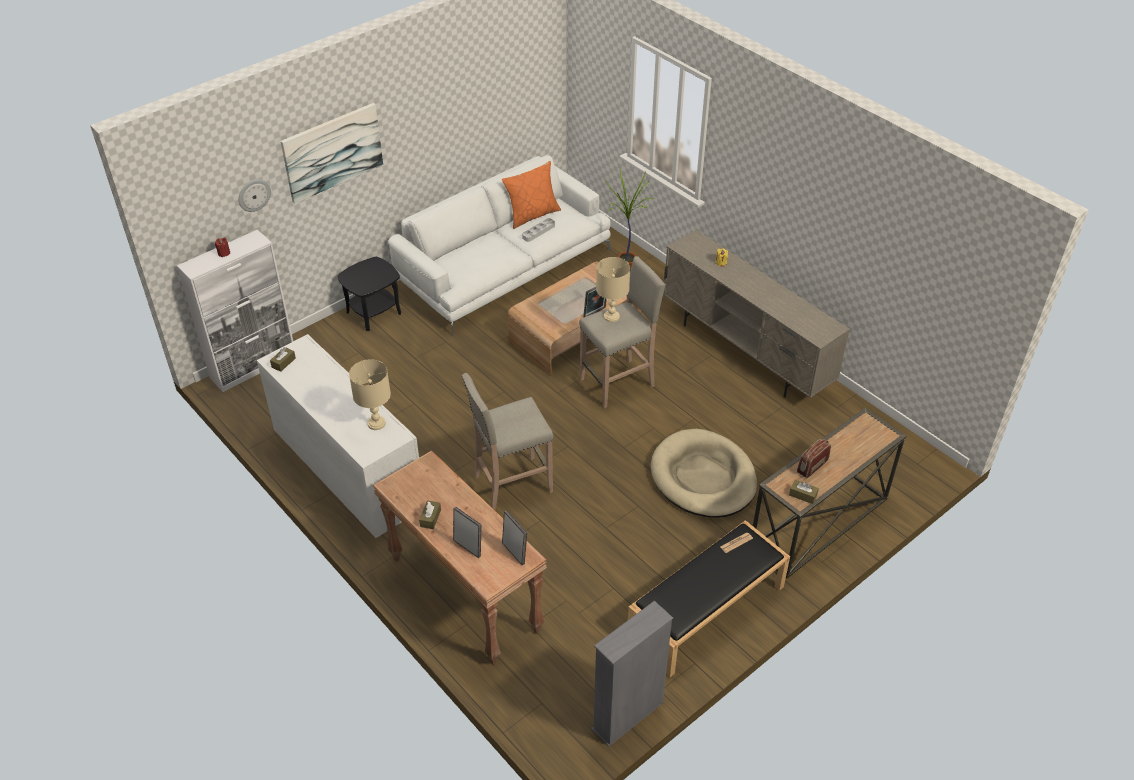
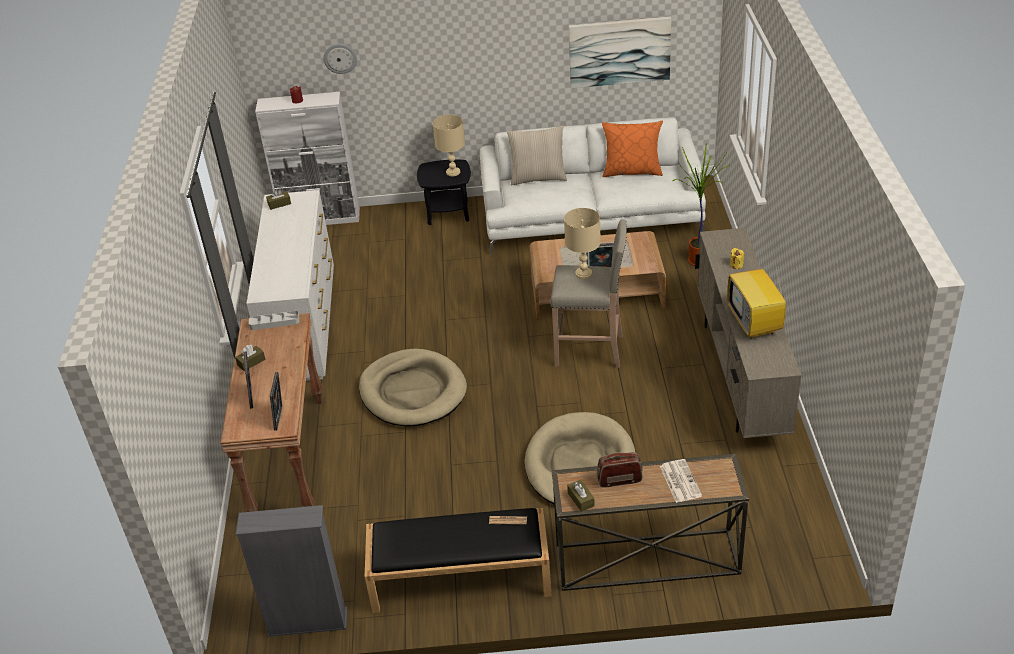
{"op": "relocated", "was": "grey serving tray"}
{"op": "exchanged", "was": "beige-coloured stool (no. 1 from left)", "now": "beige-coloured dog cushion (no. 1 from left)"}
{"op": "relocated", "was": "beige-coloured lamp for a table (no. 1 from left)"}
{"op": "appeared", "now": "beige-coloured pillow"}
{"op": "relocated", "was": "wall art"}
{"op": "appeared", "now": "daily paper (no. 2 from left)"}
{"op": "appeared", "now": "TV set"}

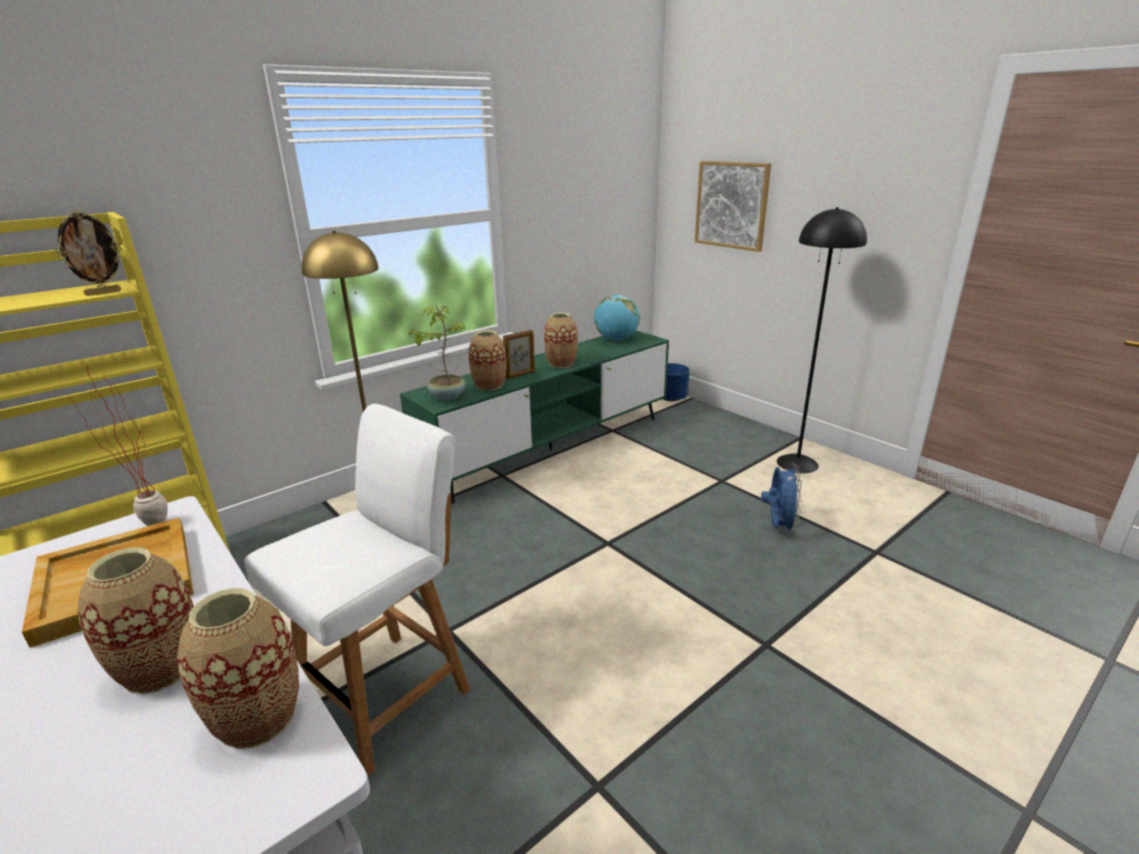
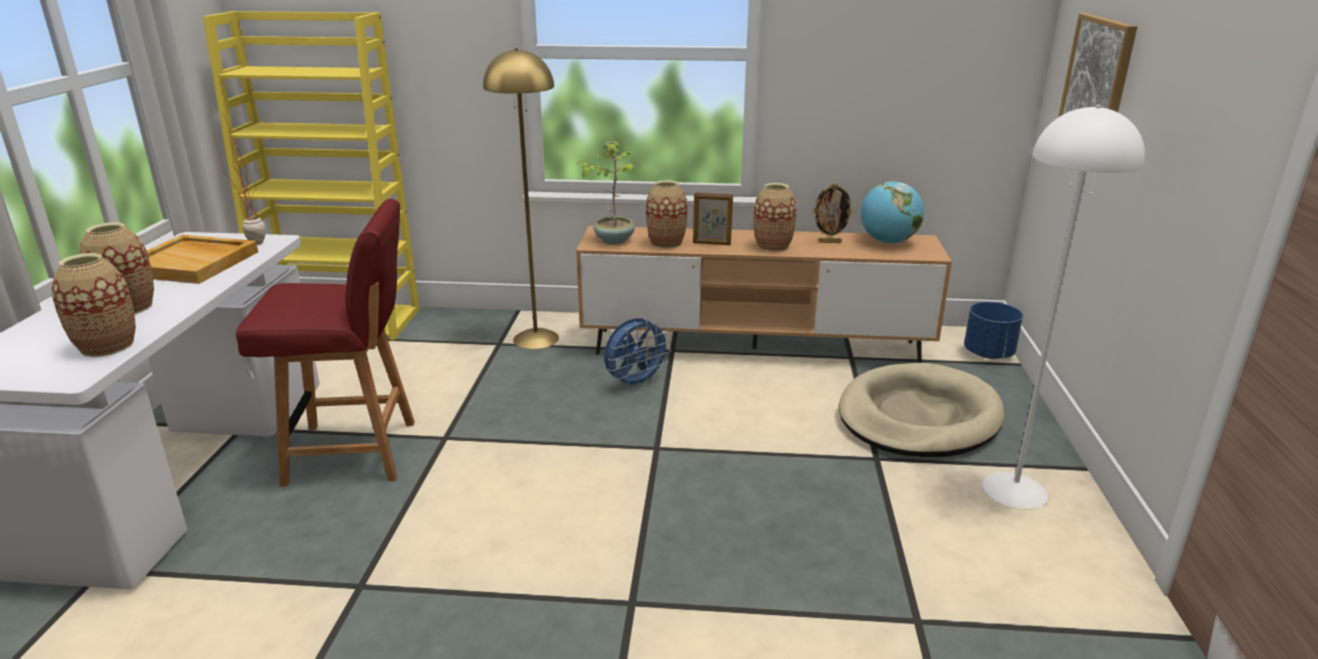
{"op": "colour", "was": "white-coloured plain chair", "now": "reddish plain chair"}
{"op": "colour", "was": "greenish tv stand", "now": "brown tv stand"}
{"op": "relocated", "was": "bluish electric fan"}
{"op": "relocated", "was": "photo frame (no. 1 from left in the first image)", "now": "photo frame (no. 2 from left)"}
{"op": "appeared", "now": "beige-coloured dog cushion"}
{"op": "colour", "was": "black standing lamp", "now": "white-coloured standing lamp"}

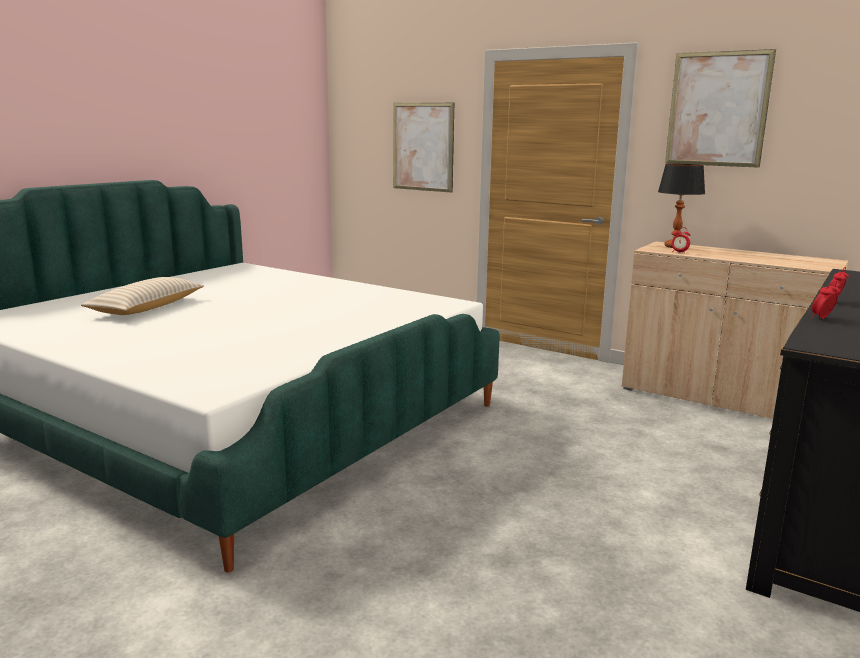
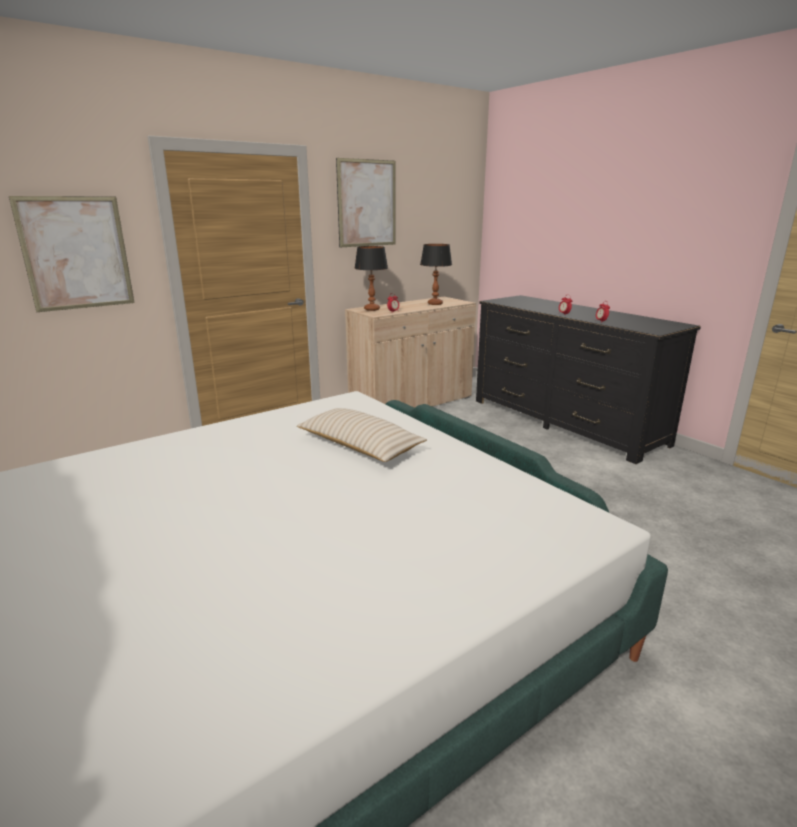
{"op": "relocated", "was": "beige-coloured pillow"}
{"op": "appeared", "now": "lamp for a table (no. 2 from left)"}

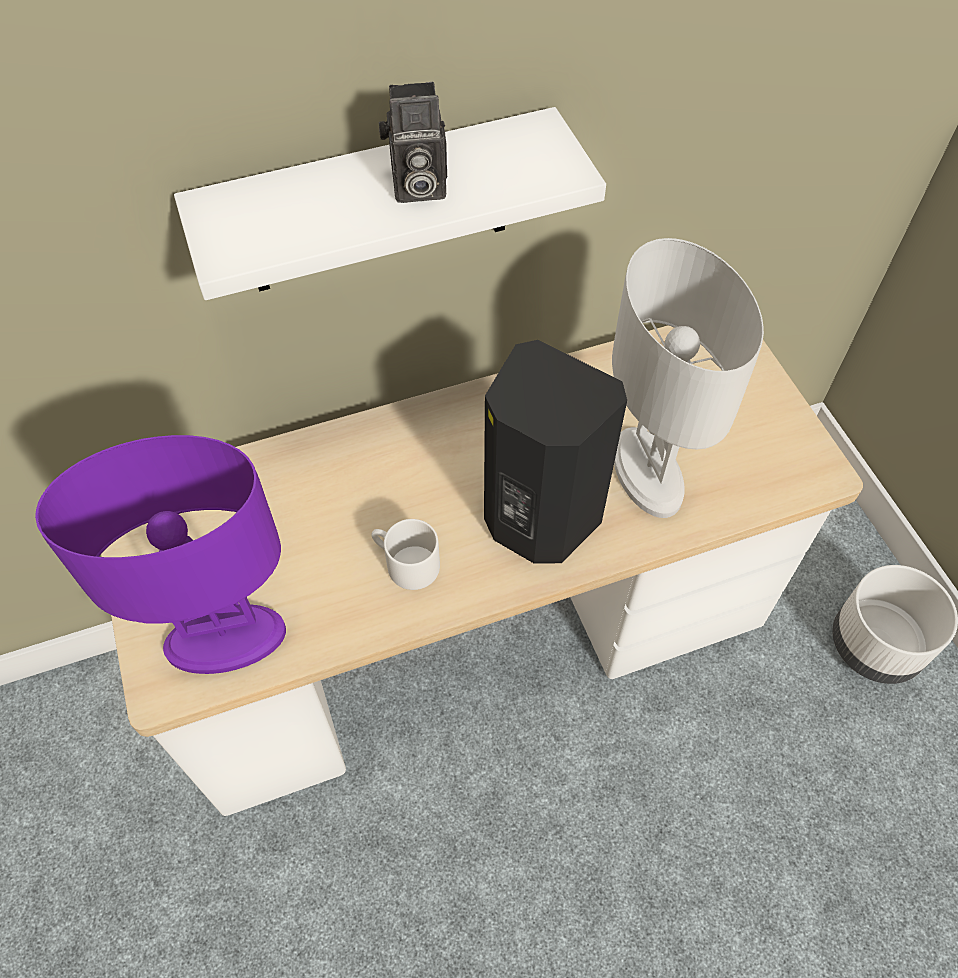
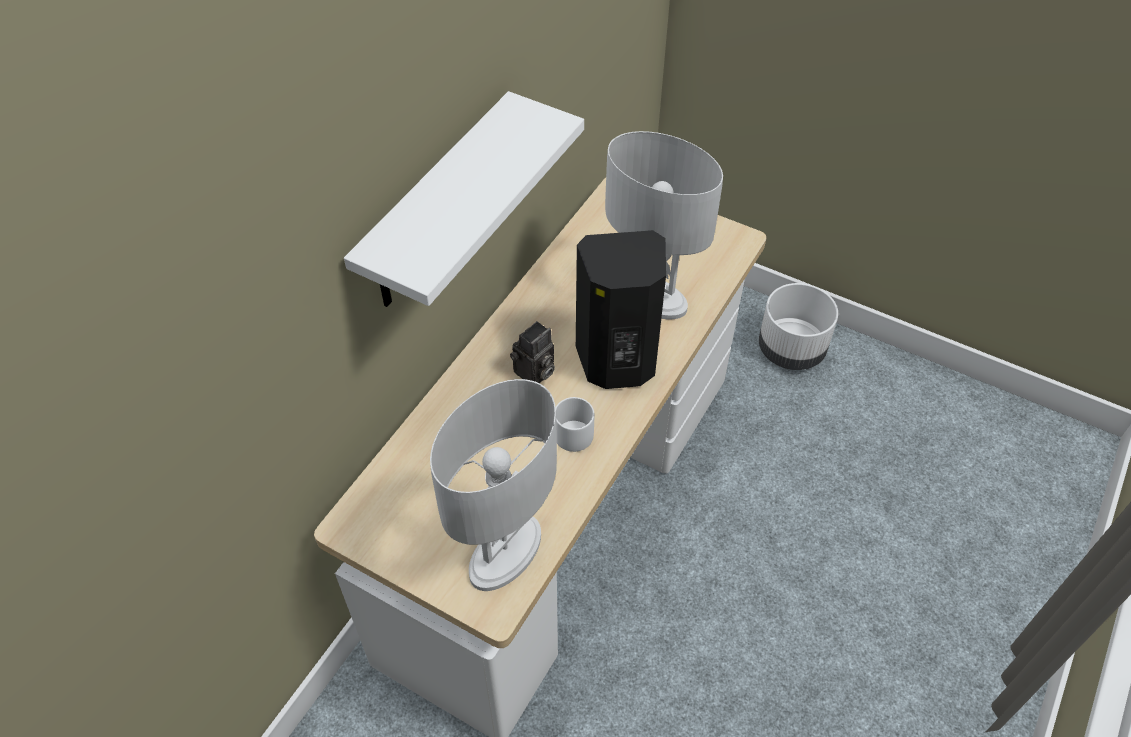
{"op": "colour", "was": "purple-coloured lamp for a table", "now": "white-coloured lamp for a table (no. 1 from left)"}
{"op": "relocated", "was": "still camera"}

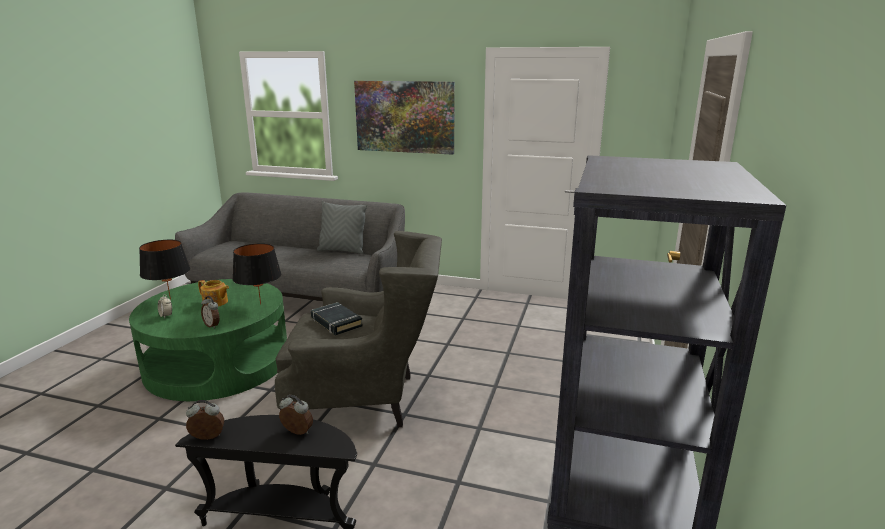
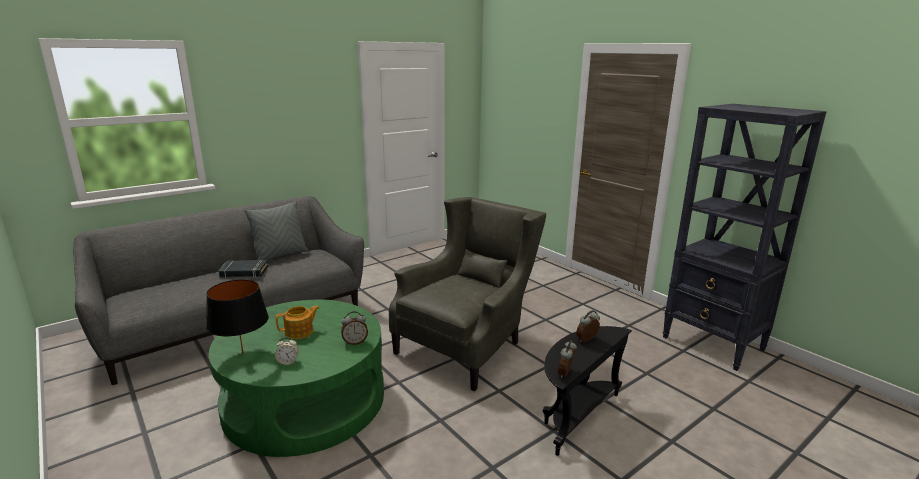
{"op": "relocated", "was": "black volume"}
{"op": "missing", "was": "black lamp for a table (no. 2 from left)"}
{"op": "missing", "was": "wall art"}

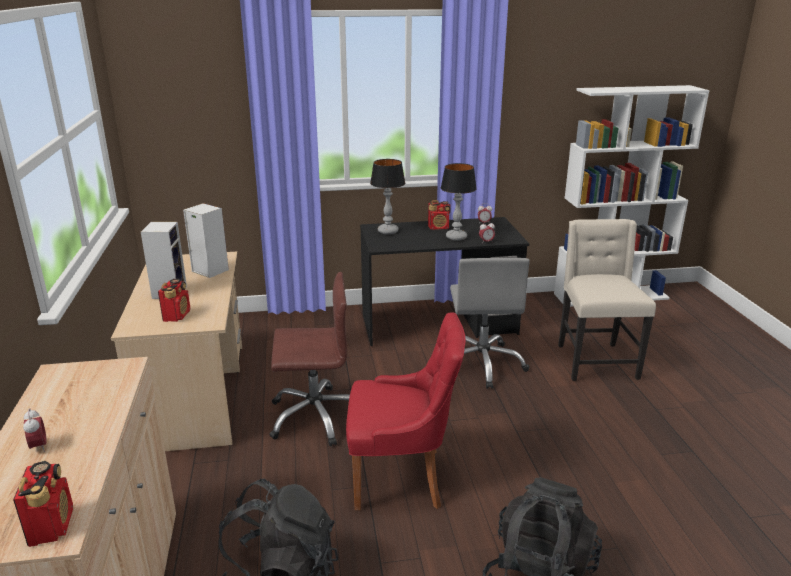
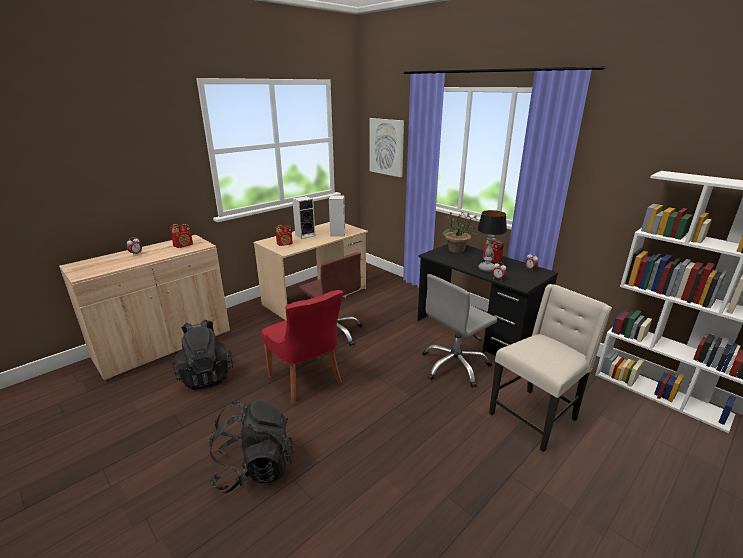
{"op": "relocated", "was": "radio receiver (no. 1 from left)"}
{"op": "appeared", "now": "wall art"}
{"op": "exchanged", "was": "lamp for a table (no. 1 from left)", "now": "potted plant"}

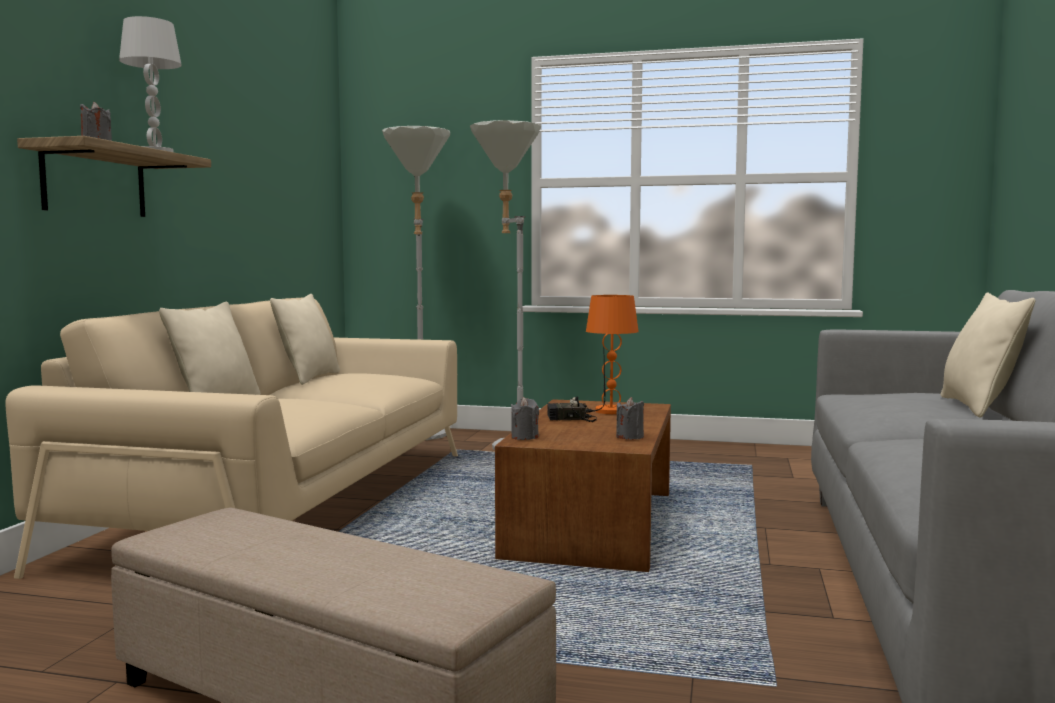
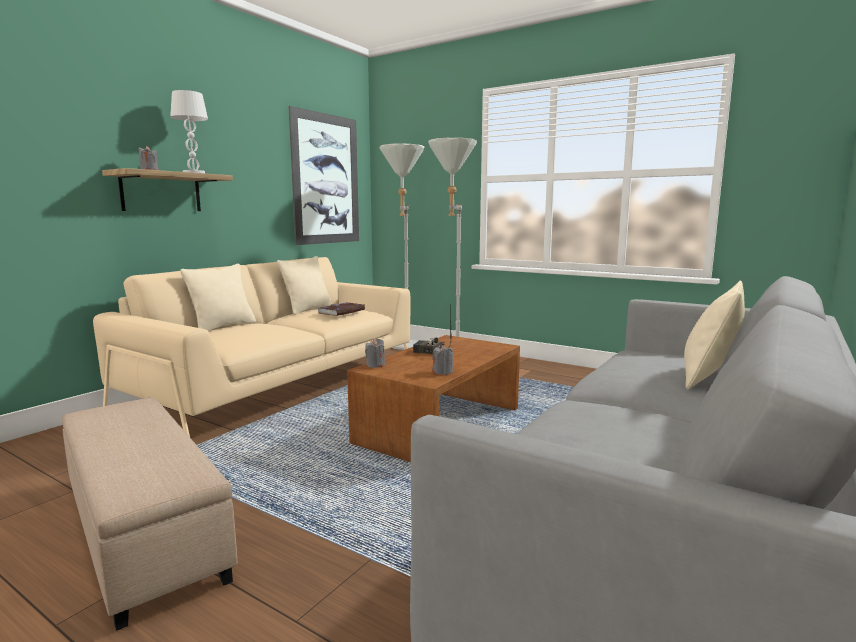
{"op": "appeared", "now": "wall art"}
{"op": "appeared", "now": "volume"}
{"op": "missing", "was": "orangey lamp for a table"}

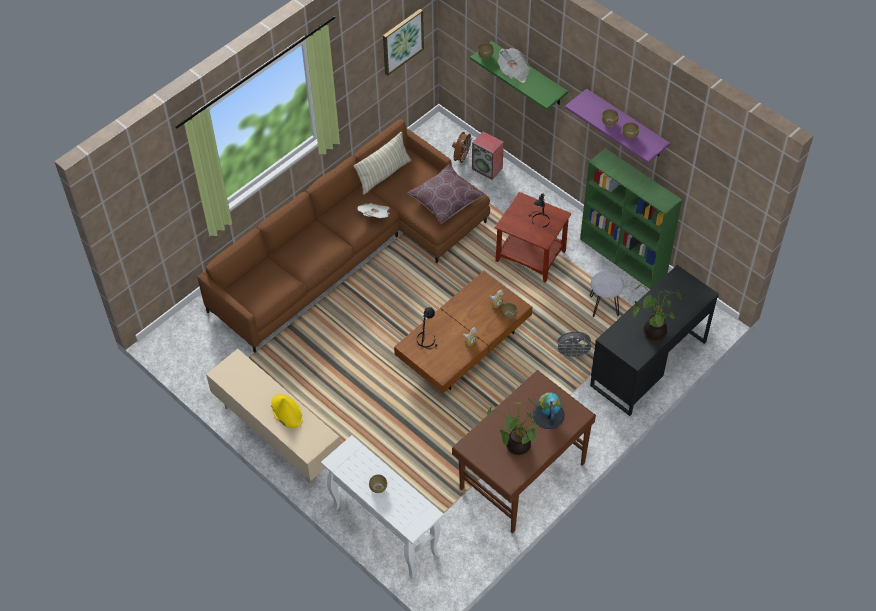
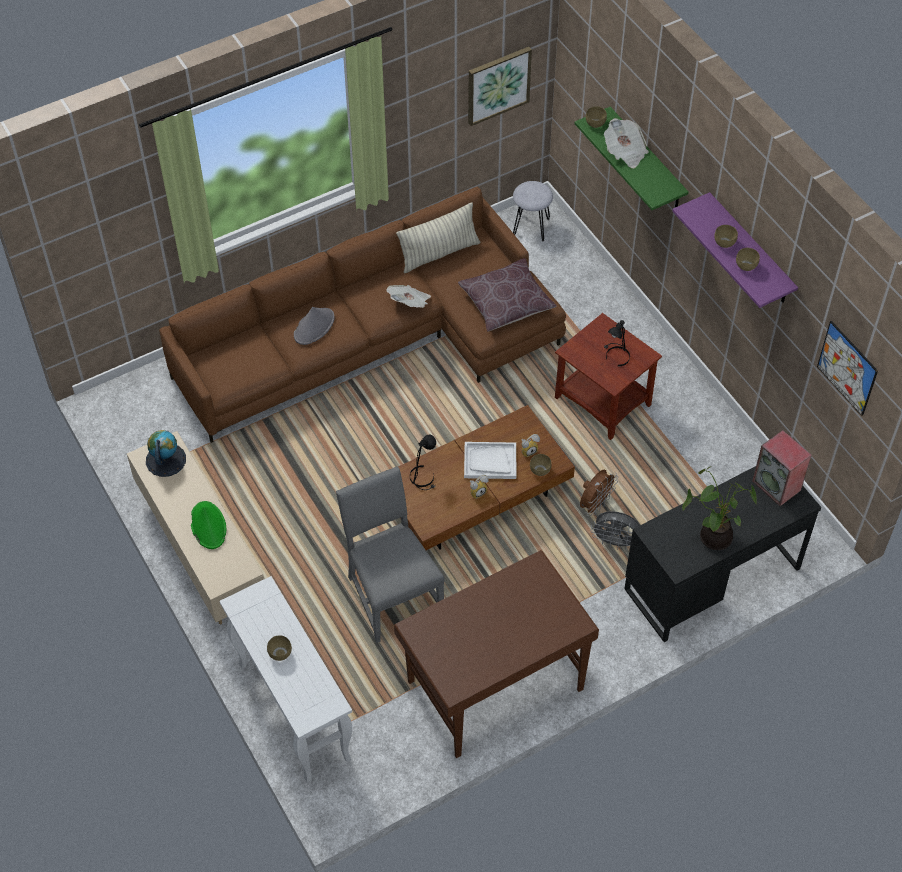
{"op": "relocated", "was": "globe"}
{"op": "colour", "was": "yellowish wearable hat", "now": "greenish wearable hat"}
{"op": "appeared", "now": "grey wearable hat"}
{"op": "appeared", "now": "grey plain chair"}
{"op": "appeared", "now": "white-coloured serving tray"}
{"op": "relocated", "was": "grey stool"}
{"op": "relocated", "was": "brown electric fan"}
{"op": "relocated", "was": "loudspeaker"}
{"op": "appeared", "now": "wall art (no. 2 from left)"}
{"op": "missing", "was": "potted plant (no. 1 from left)"}
{"op": "missing", "was": "greenish shelving unit"}

